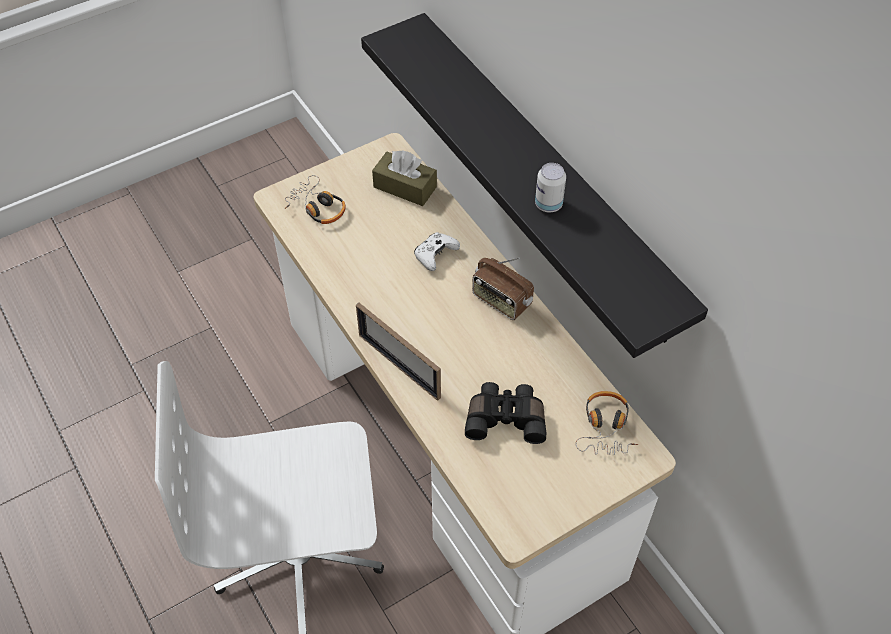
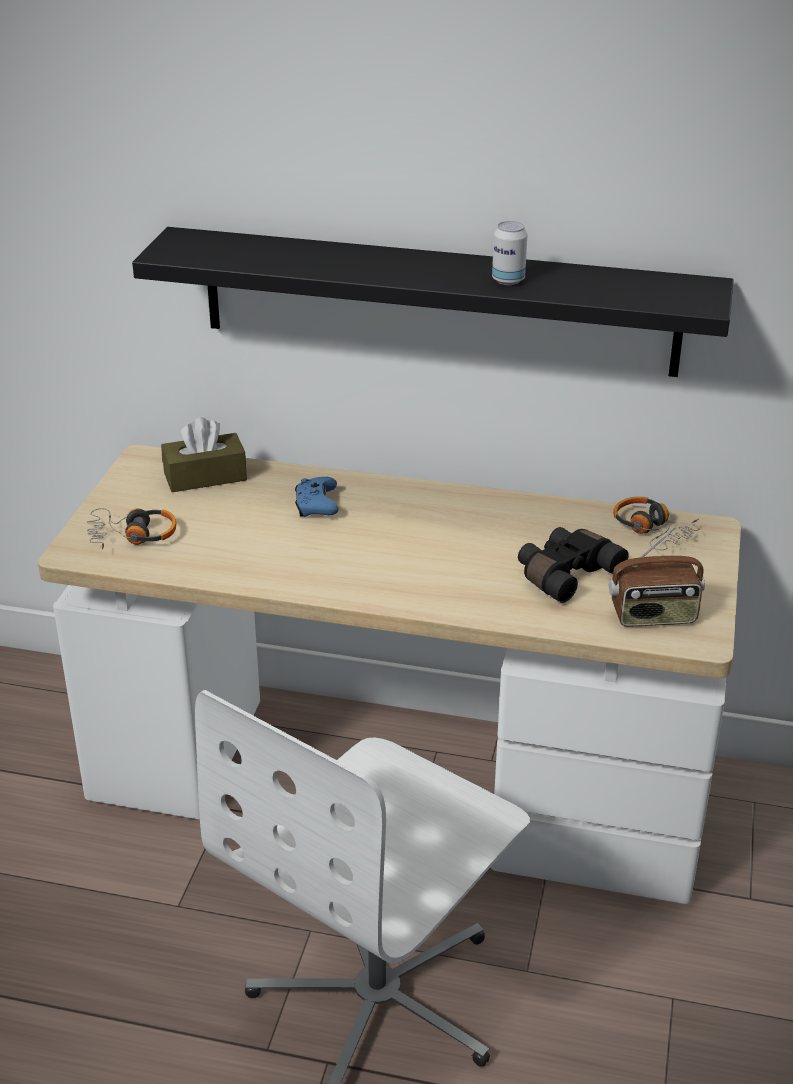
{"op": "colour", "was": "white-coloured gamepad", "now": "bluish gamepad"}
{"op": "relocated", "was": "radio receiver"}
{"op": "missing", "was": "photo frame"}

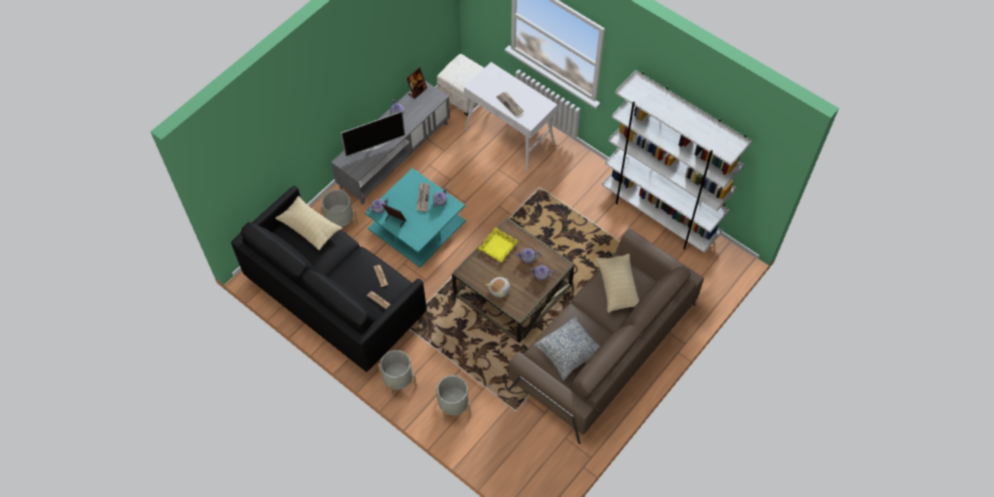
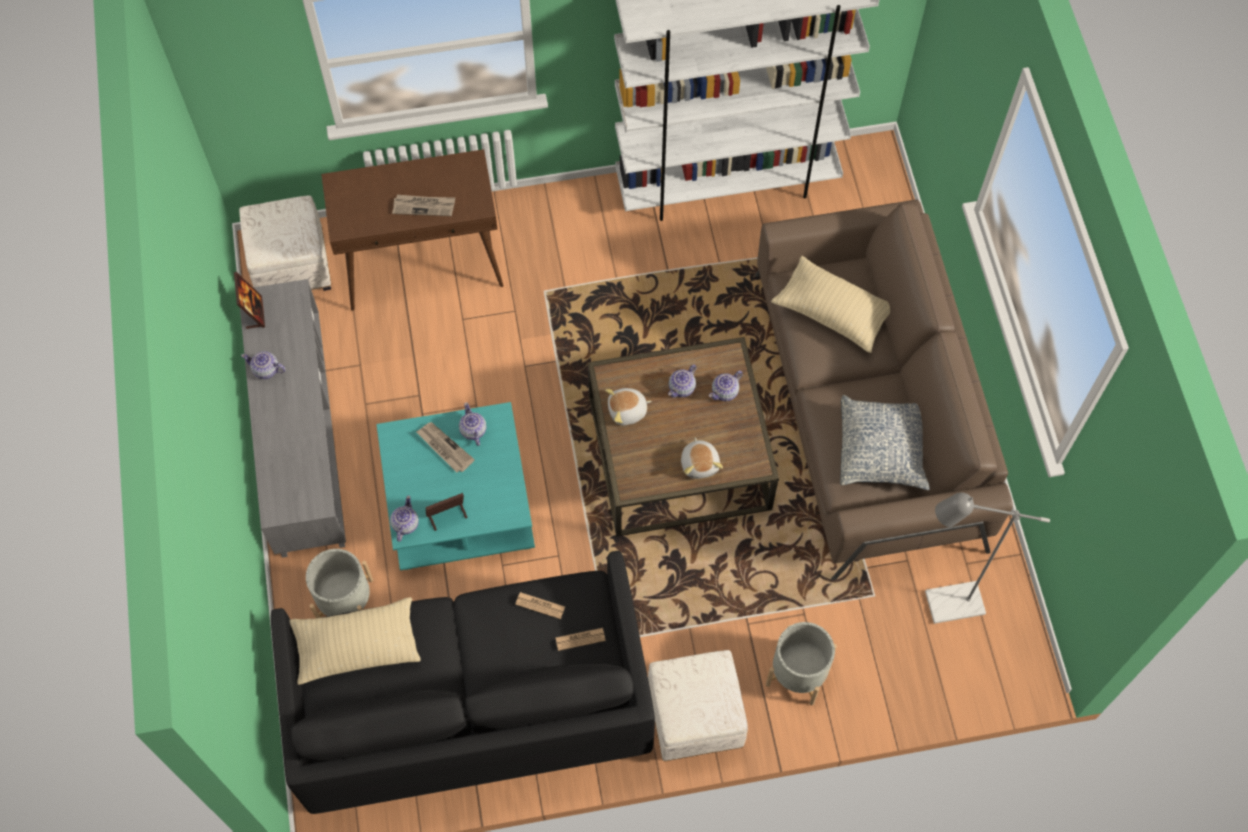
{"op": "colour", "was": "white-coloured hall table", "now": "brown hall table"}
{"op": "exchanged", "was": "yellowish serving tray", "now": "plush toy (no. 1 from left)"}
{"op": "exchanged", "was": "grey flower pot (no. 2 from left)", "now": "white-coloured ottoman (no. 2 from left)"}
{"op": "appeared", "now": "grey standing lamp"}
{"op": "missing", "was": "TV set"}

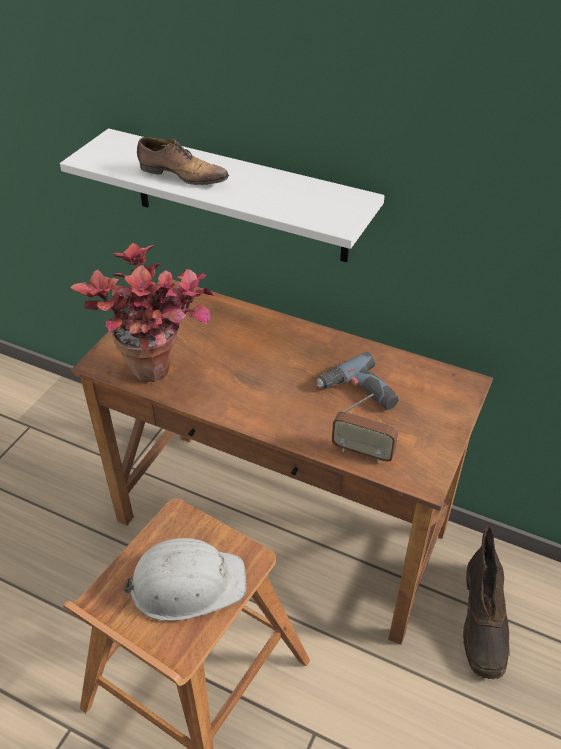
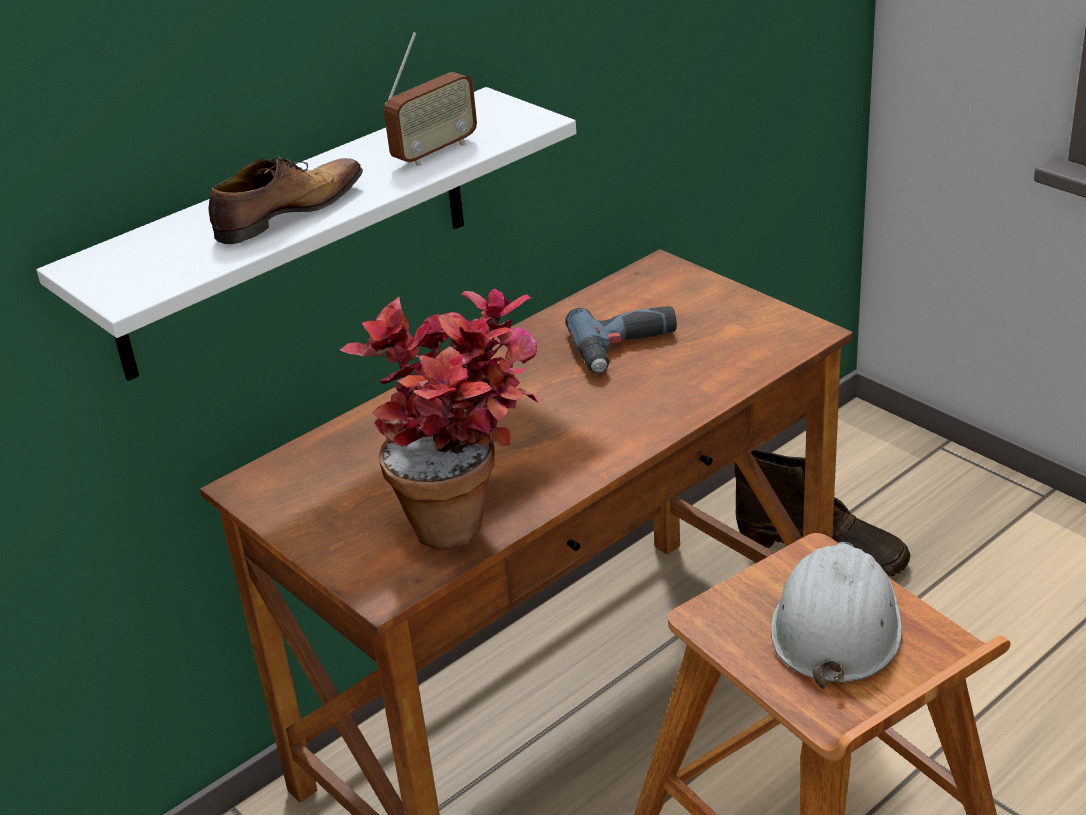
{"op": "relocated", "was": "radio receiver"}

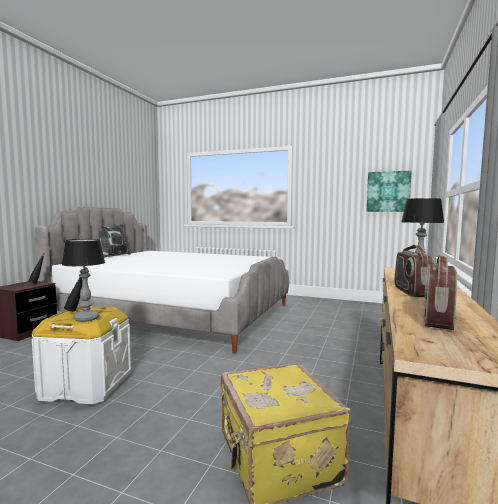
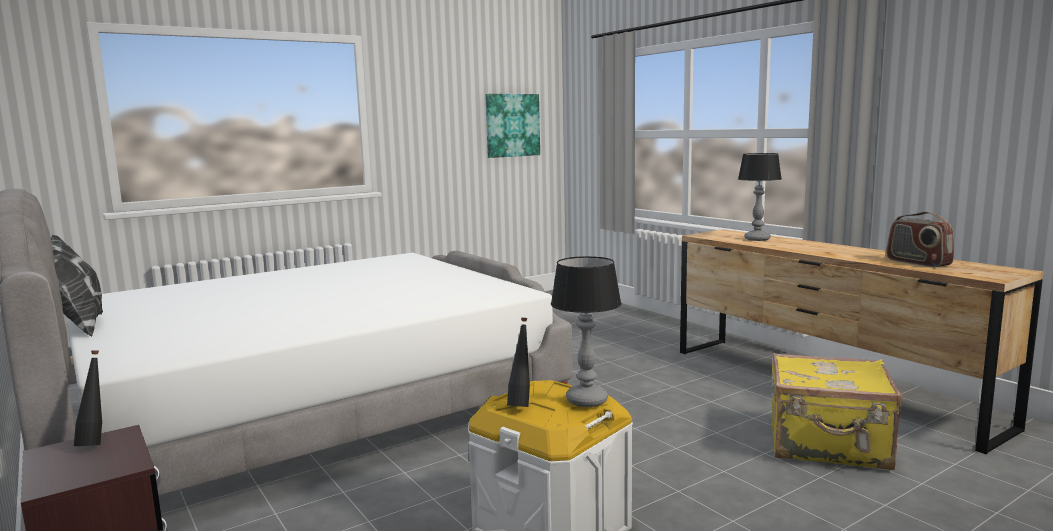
{"op": "missing", "was": "radio receiver (no. 1 from left)"}

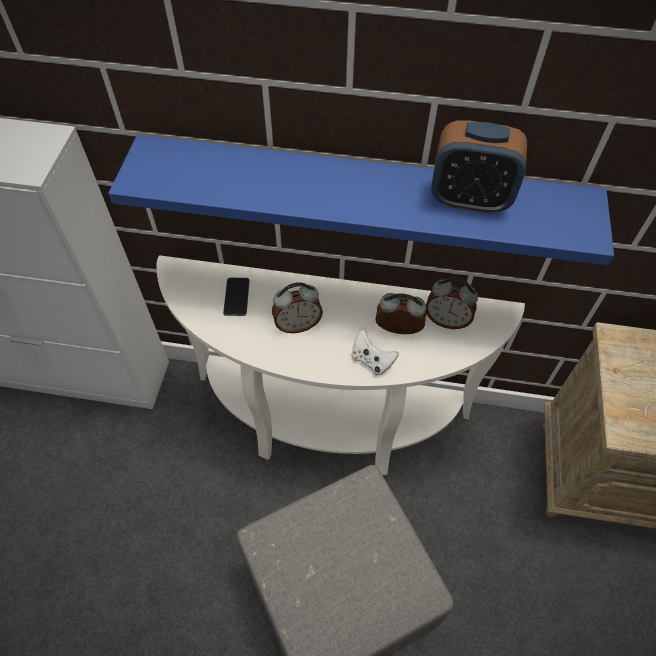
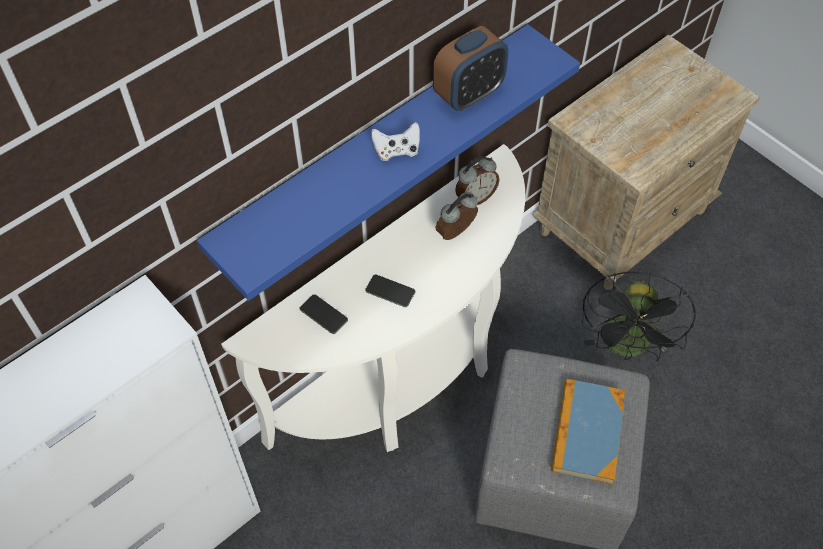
{"op": "exchanged", "was": "alarm clock (no. 1 from left)", "now": "phone (no. 2 from left)"}
{"op": "relocated", "was": "white-coloured gamepad"}
{"op": "appeared", "now": "volume"}
{"op": "appeared", "now": "black electric fan"}

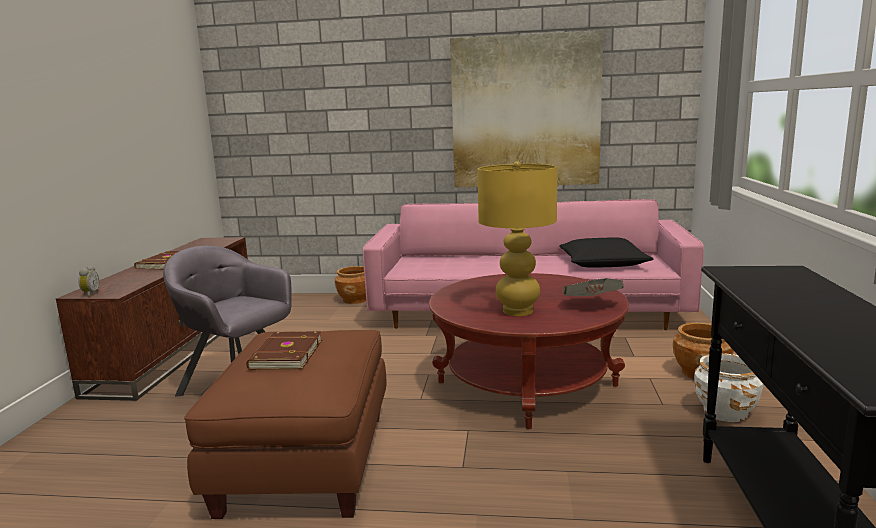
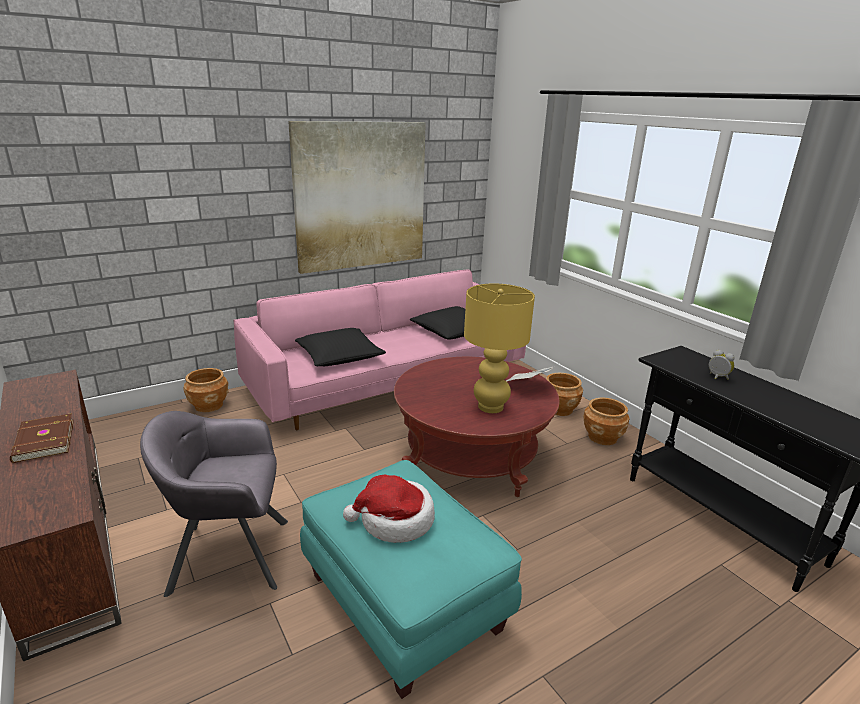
{"op": "appeared", "now": "black pillow (no. 1 from left)"}
{"op": "colour", "was": "brown ottoman", "now": "turquoise ottoman"}
{"op": "exchanged", "was": "brown volume (no. 2 from left)", "now": "wearable hat"}
{"op": "colour", "was": "white-coloured flower pot", "now": "brown flower pot (no. 3 from left)"}
{"op": "relocated", "was": "alarm clock"}

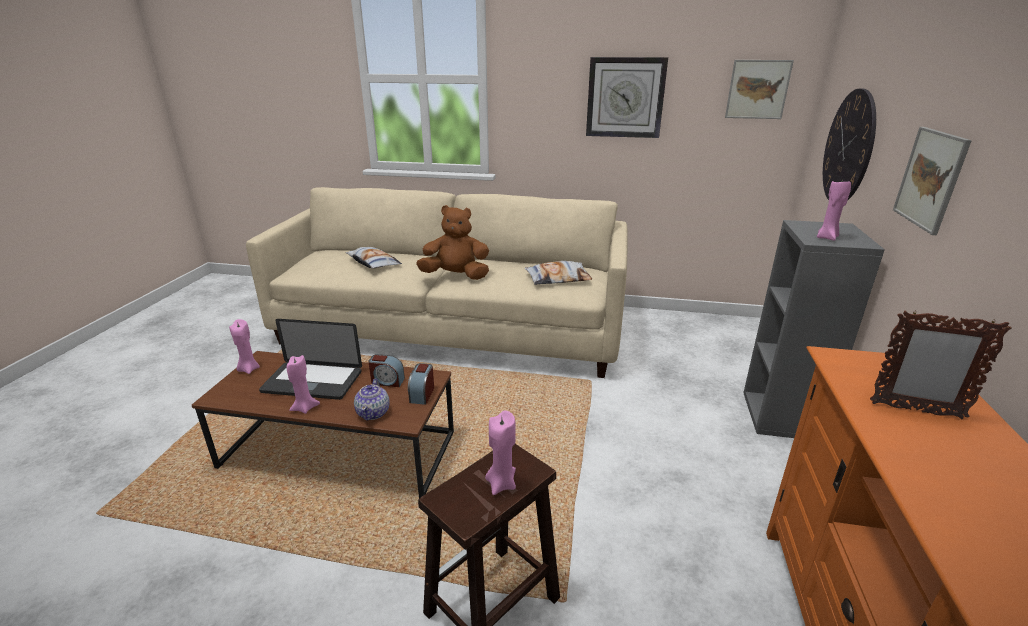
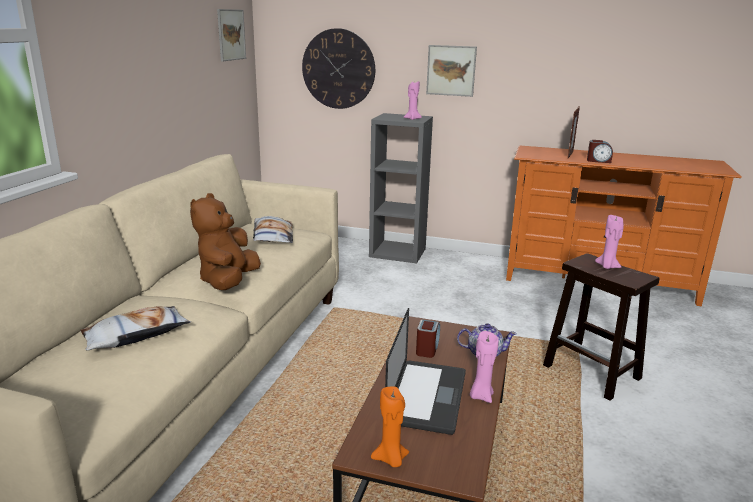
{"op": "colour", "was": "pink candle (no. 1 from left)", "now": "orangey candle"}
{"op": "relocated", "was": "alarm clock (no. 2 from left)"}
{"op": "missing", "was": "clock on the wall (no. 1 from left)"}

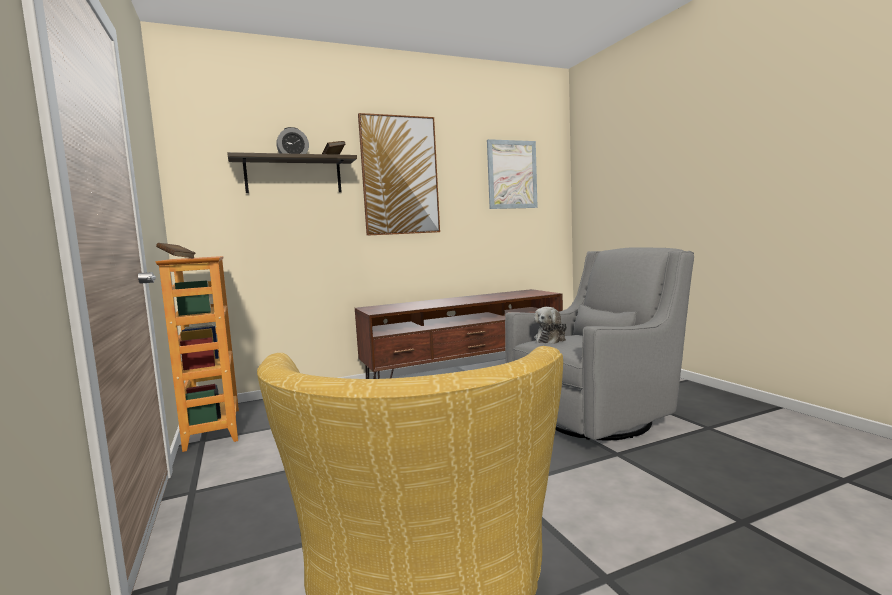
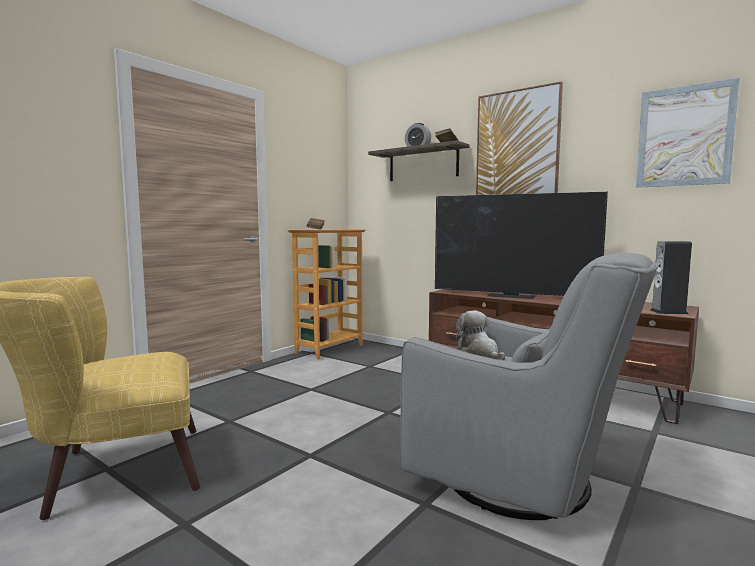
{"op": "appeared", "now": "TV set"}
{"op": "spun", "was": "plush toy", "clockwise": 60}
{"op": "appeared", "now": "loudspeaker"}

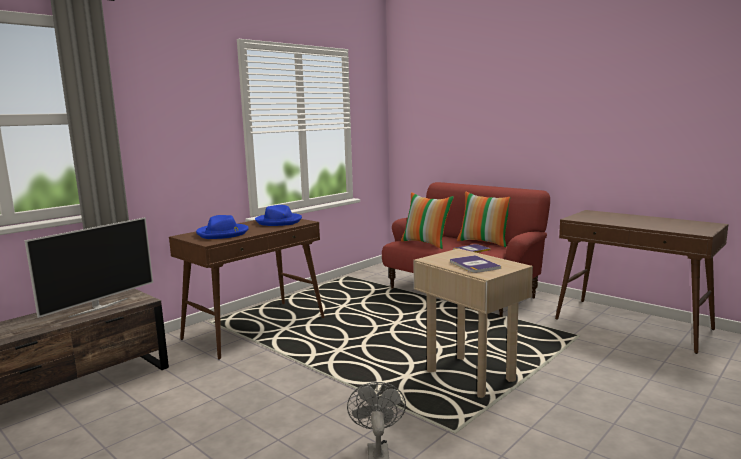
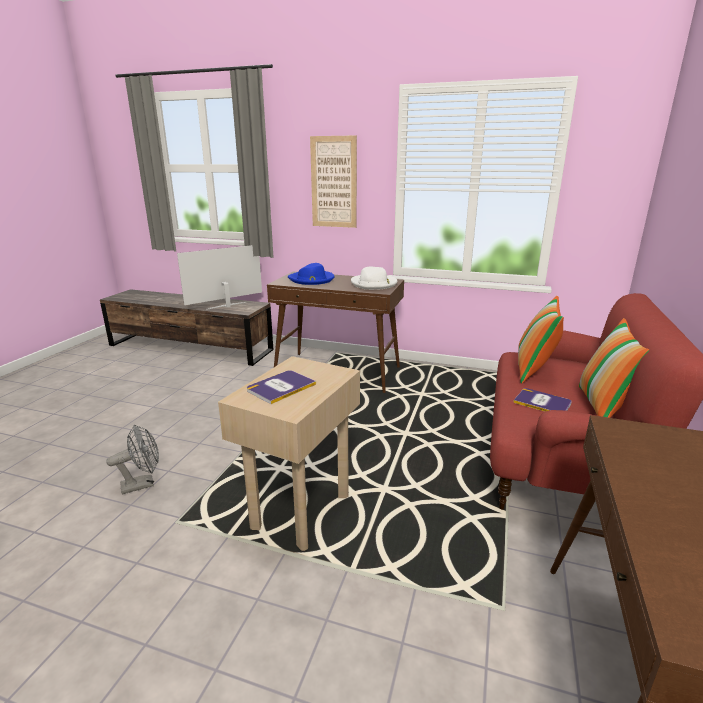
{"op": "spun", "was": "TV set", "clockwise": 135}
{"op": "appeared", "now": "wall art"}
{"op": "colour", "was": "bluish wearable hat (no. 2 from left)", "now": "white-coloured wearable hat"}

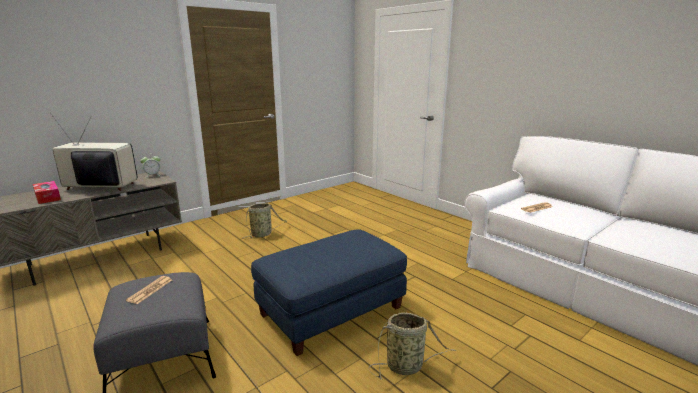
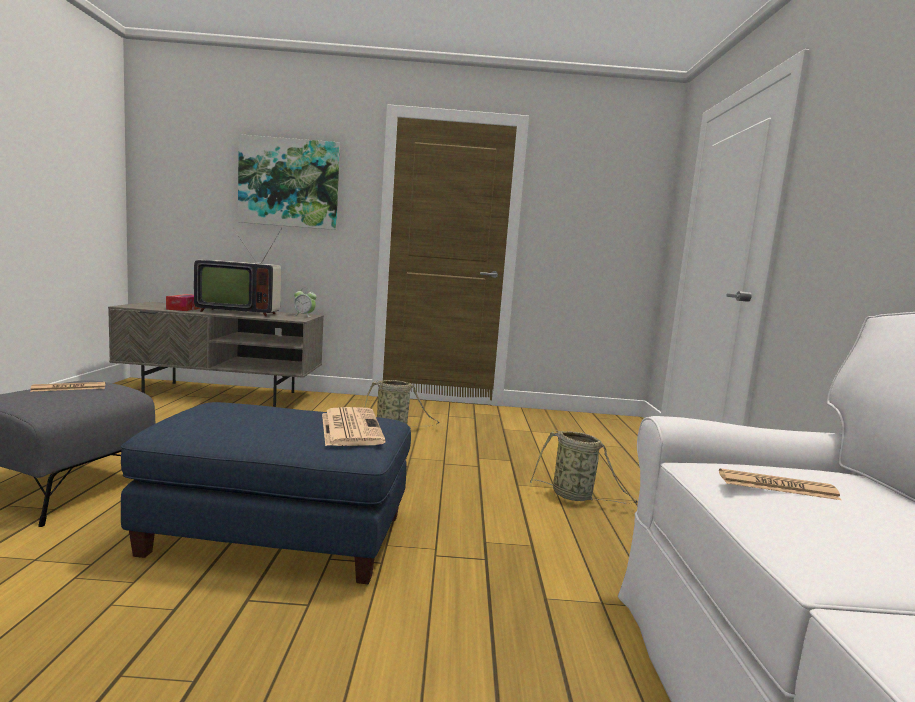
{"op": "spun", "was": "TV set", "clockwise": 135}
{"op": "appeared", "now": "wall art"}
{"op": "appeared", "now": "daily paper (no. 2 from left)"}
{"op": "relocated", "was": "household basket (no. 2 from left)"}

